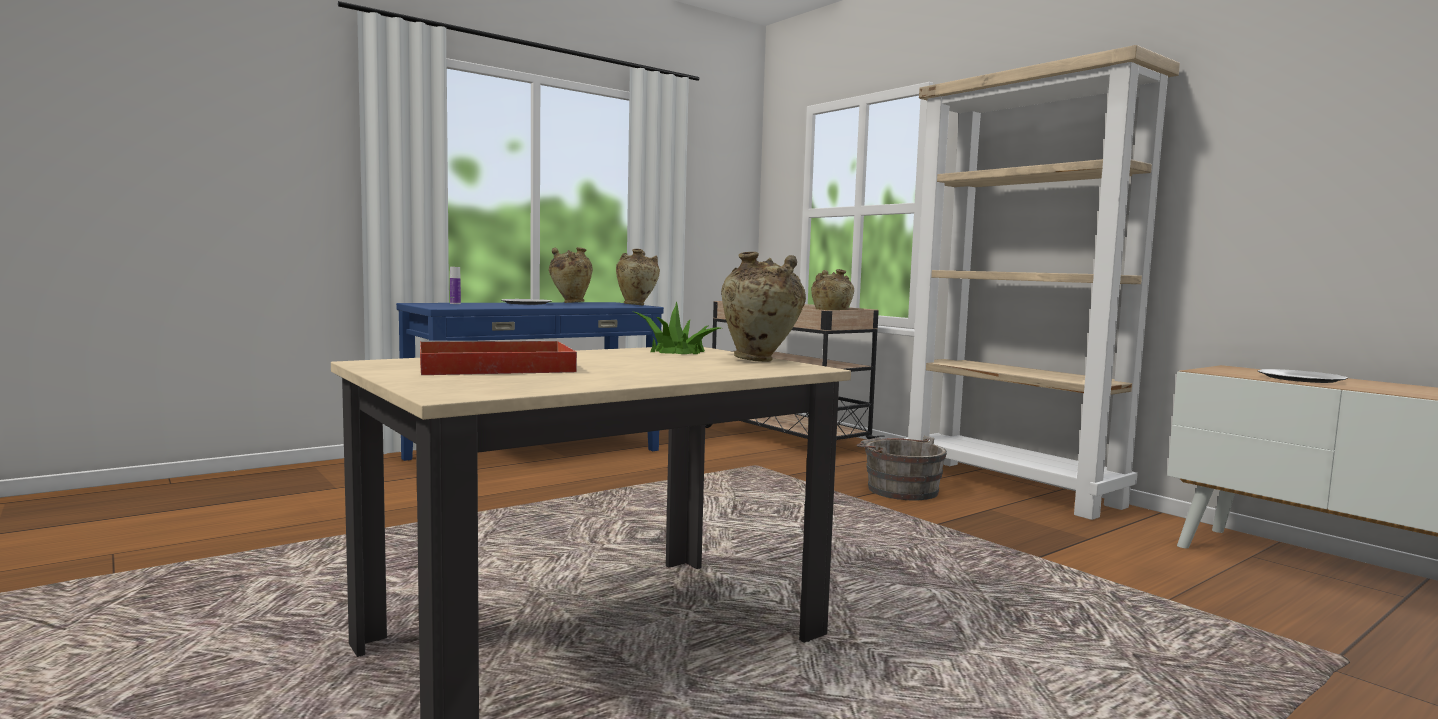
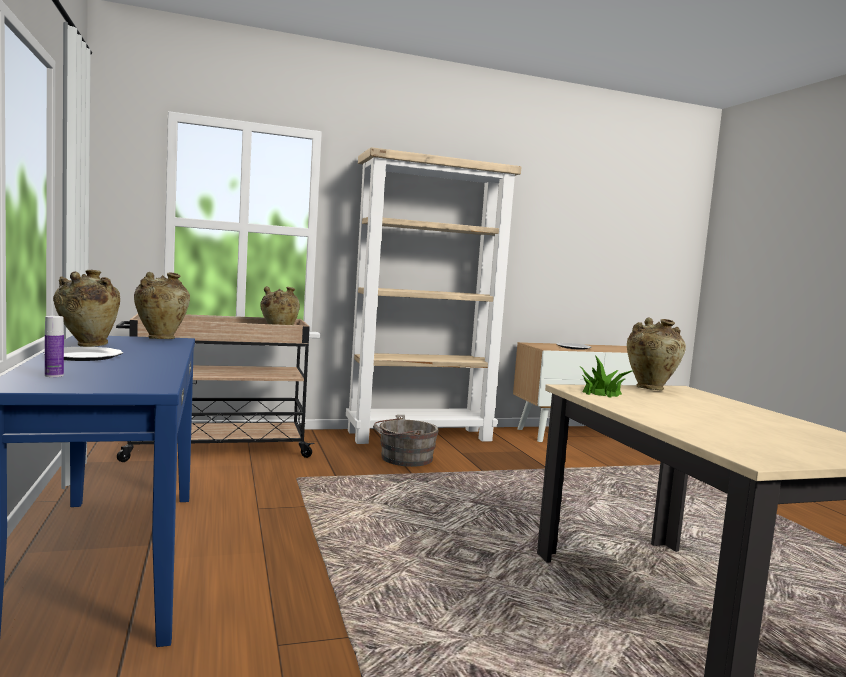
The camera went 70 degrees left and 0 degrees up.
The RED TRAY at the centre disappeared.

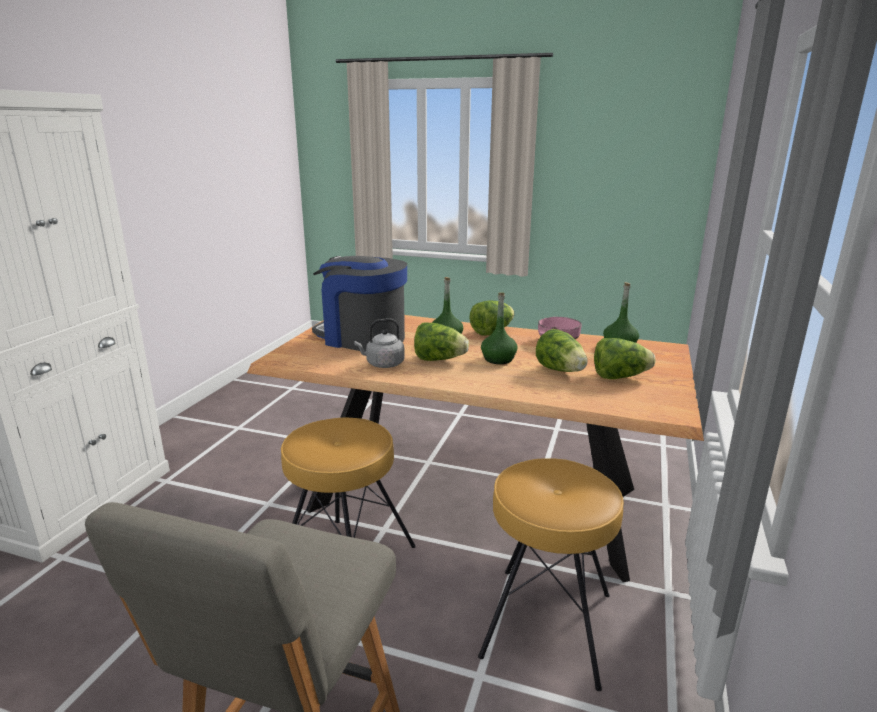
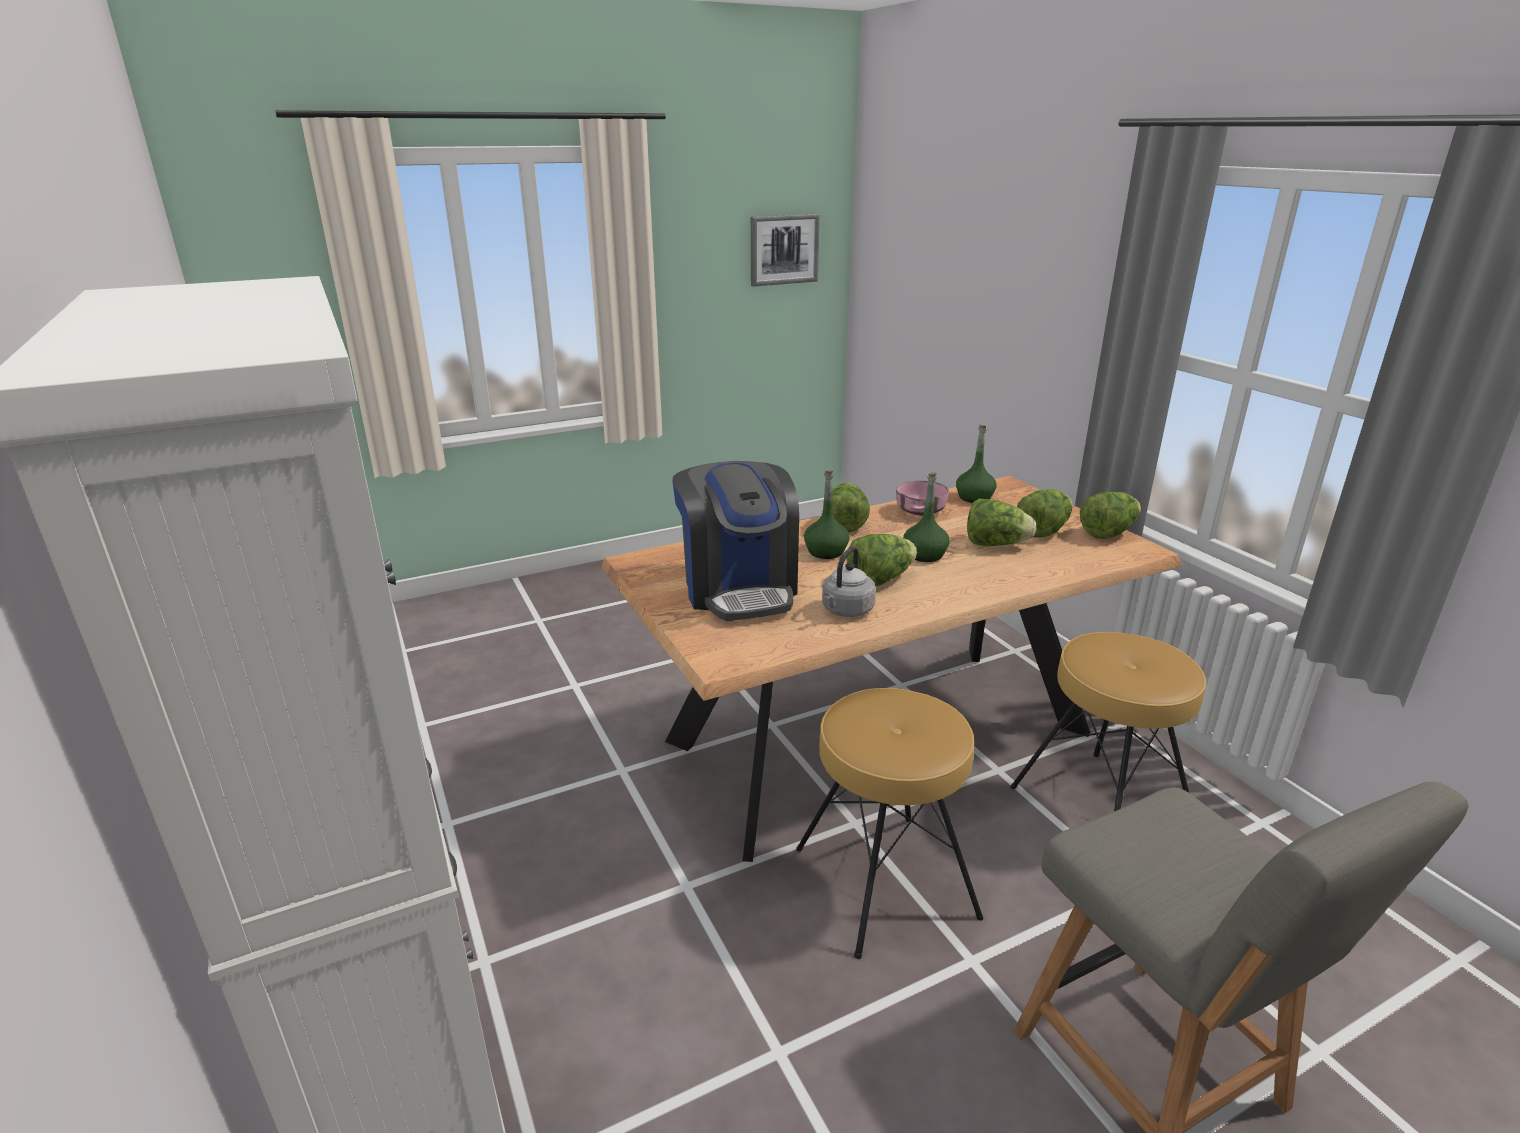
The camera went 45 degrees left and 5 degrees up.
The PICTURE at the top centre appeared.
The LETTUCE (no. 5 from left) at the middle right appeared.
The COFFEE MACHINE at the centre turned 90 degrees counterclockwise.

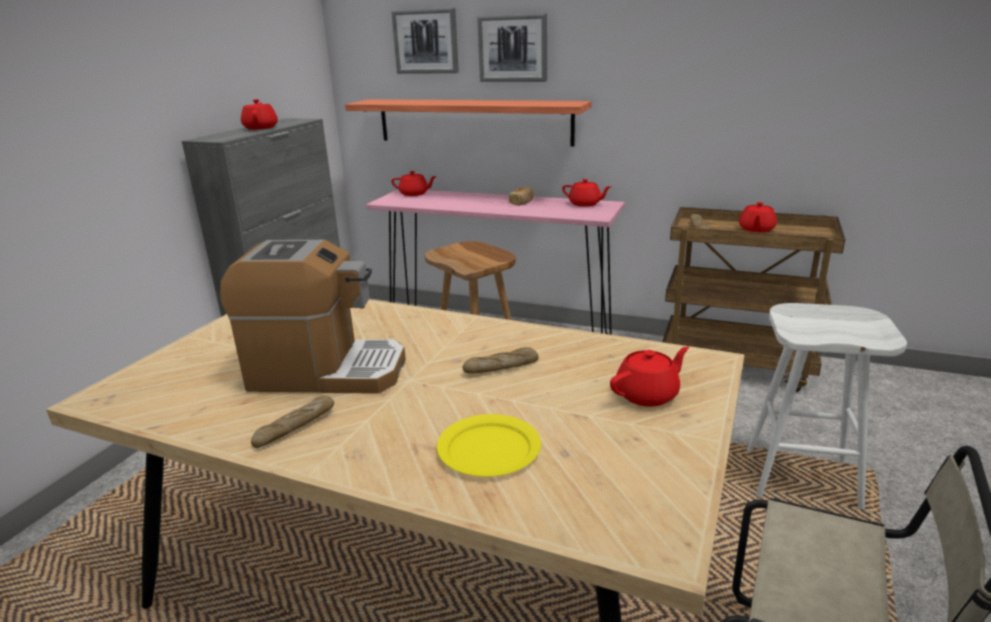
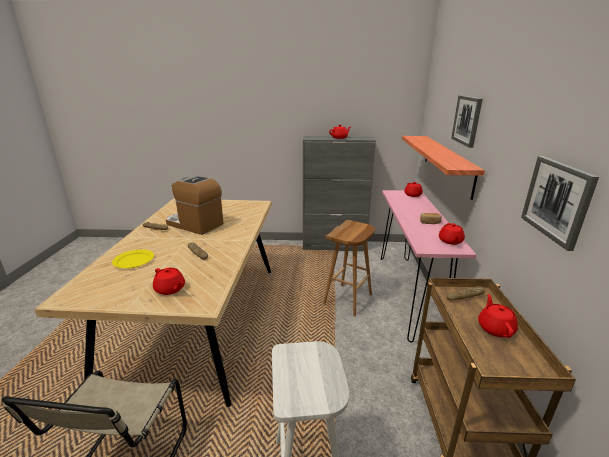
The camera went 70 degrees right and 0 degrees up.
The PICTURE (no. 1 from left in the first image) moved from the top centre to the middle right.
The COFFEE MACHINE at the middle left turned 135 degrees clockwise.
The RED TEAPOT (no. 5 from left) at the middle right turned 90 degrees clockwise.

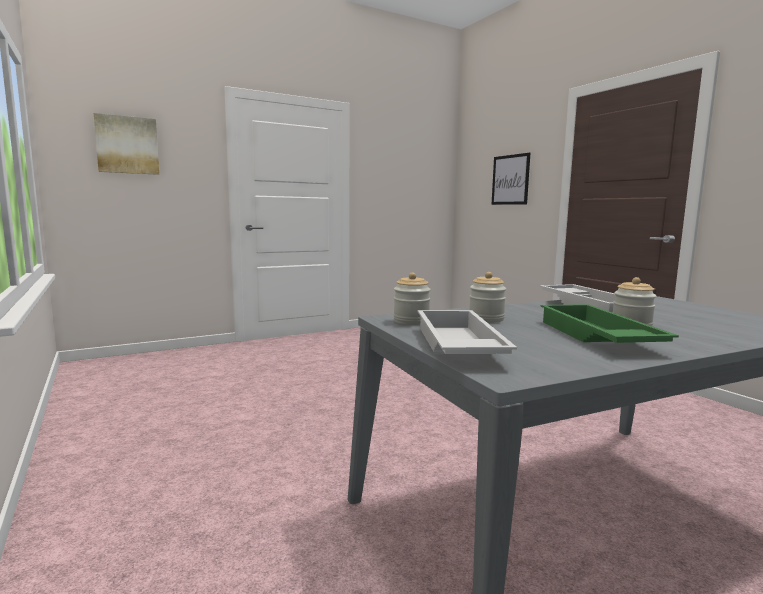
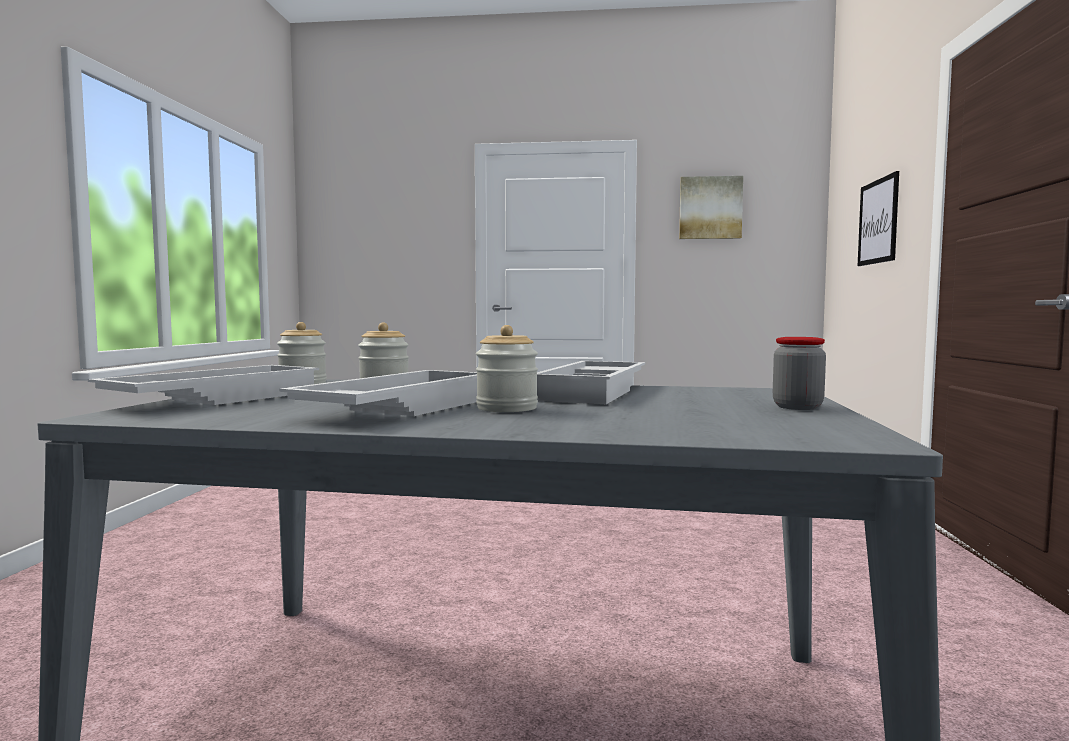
The camera went 35 degrees right and 5 degrees down.
The JAR (no. 4 from left) at the middle right appeared.
The PICTURE (no. 1 from left) moved from the top left to the top centre.
The GREEN TRAY at the middle right became the WHITE TRAY (no. 2 from left) at the centre.

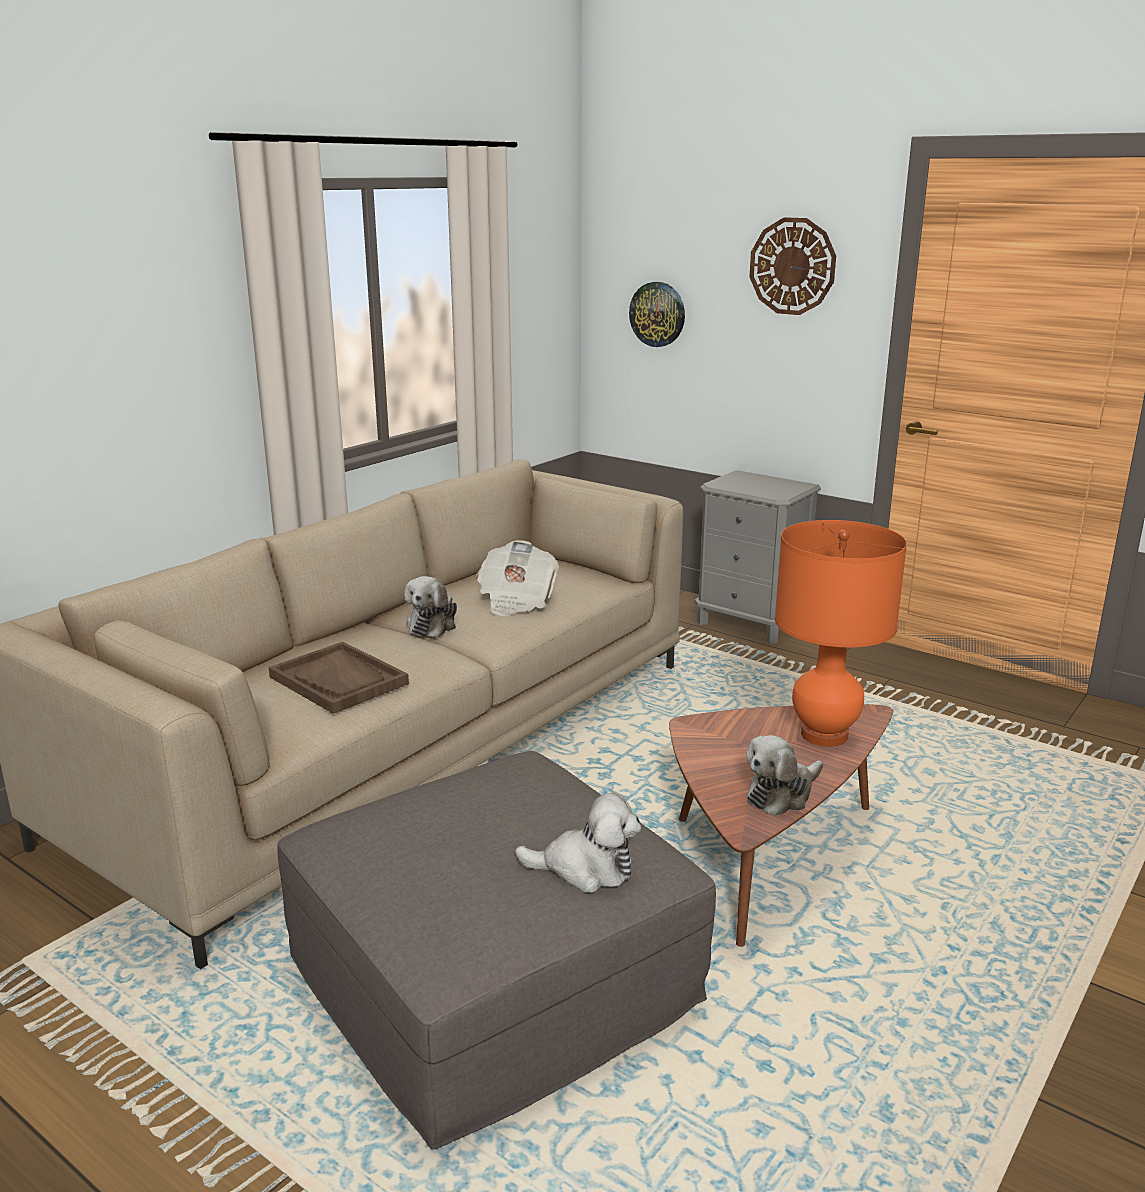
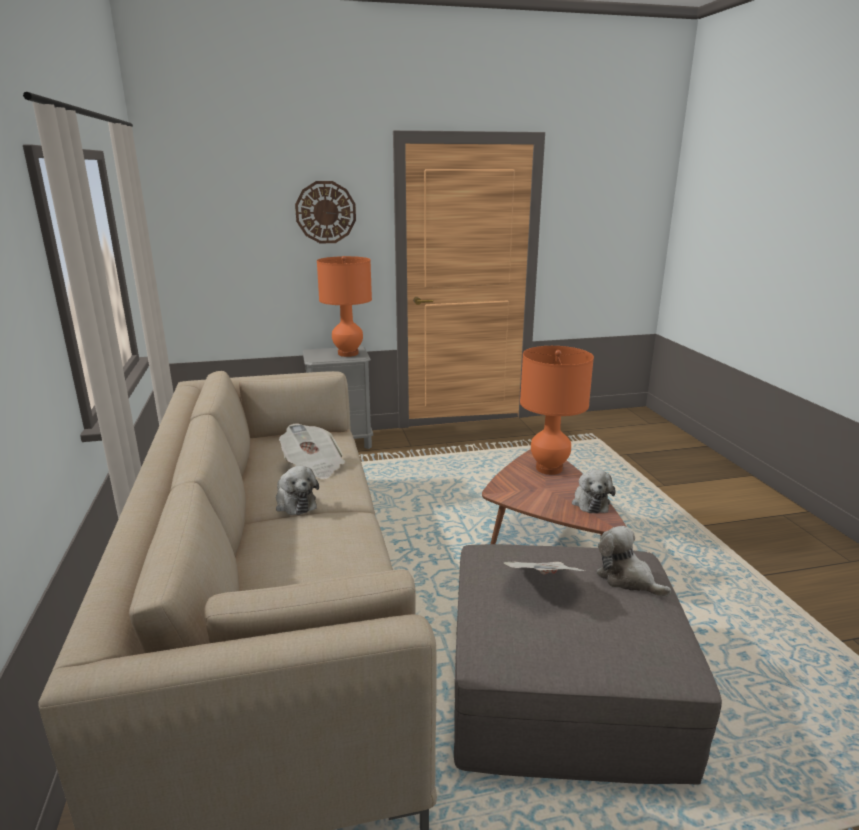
The camera went 50 degrees left and 0 degrees up.
The BROWN TRAY at the middle left disappeared.
The WALL CLOCK (no. 1 from left) at the top centre disappeared.
The ORANGE TABLE LAMP (no. 1 from left) at the centre appeared.
The NEWSPAPER (no. 2 from left) at the bottom centre appeared.
The PLUSH TOY (no. 2 from left in the first image) at the bottom centre turned 90 degrees counterclockwise.

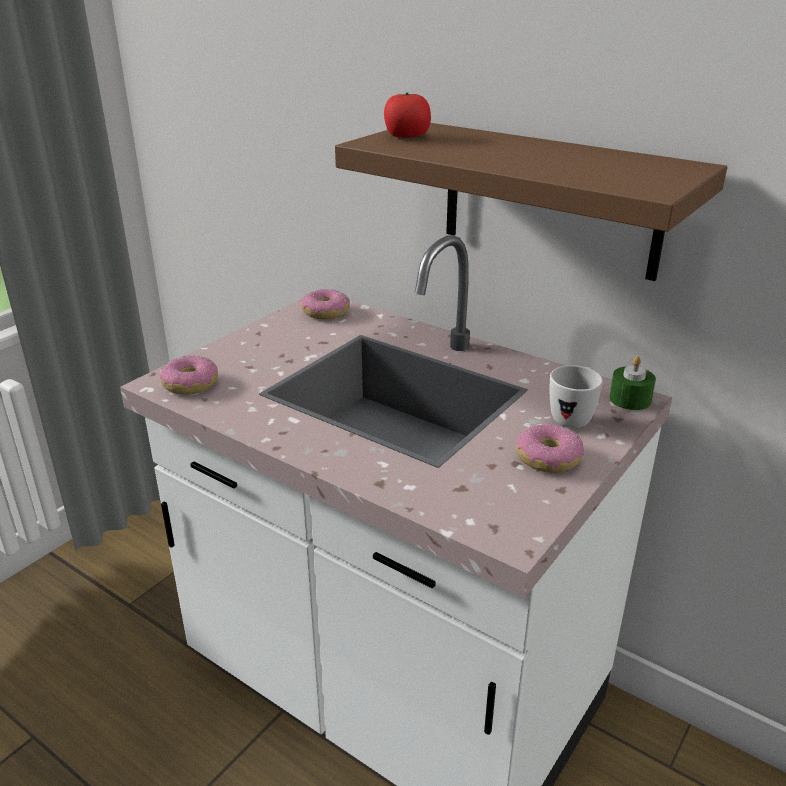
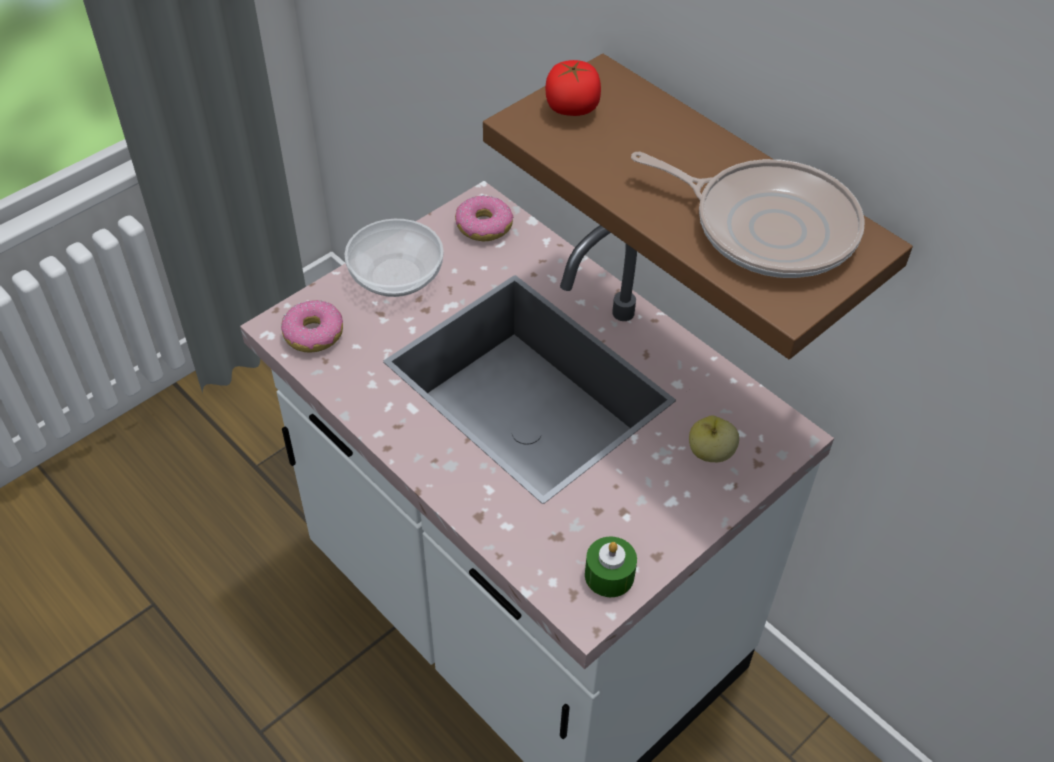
The camera went 10 degrees right and 20 degrees up.
The DONUT (no. 3 from left) at the middle right disappeared.
The BOWL at the centre appeared.
The FRYING PAN at the top right appeared.
The GREEN CANDLE moved from the middle right to the bottom centre.
The WHITE MUG at the middle right was replaced by the APPLE at the middle right.

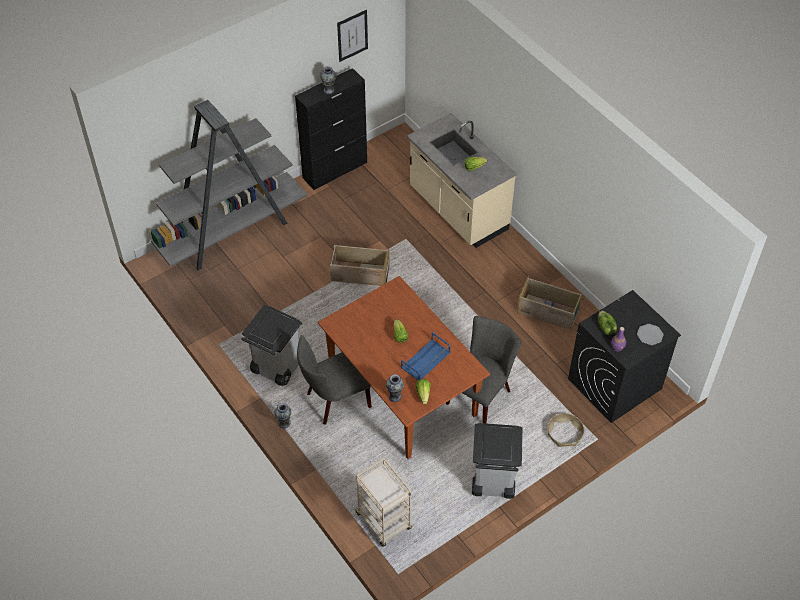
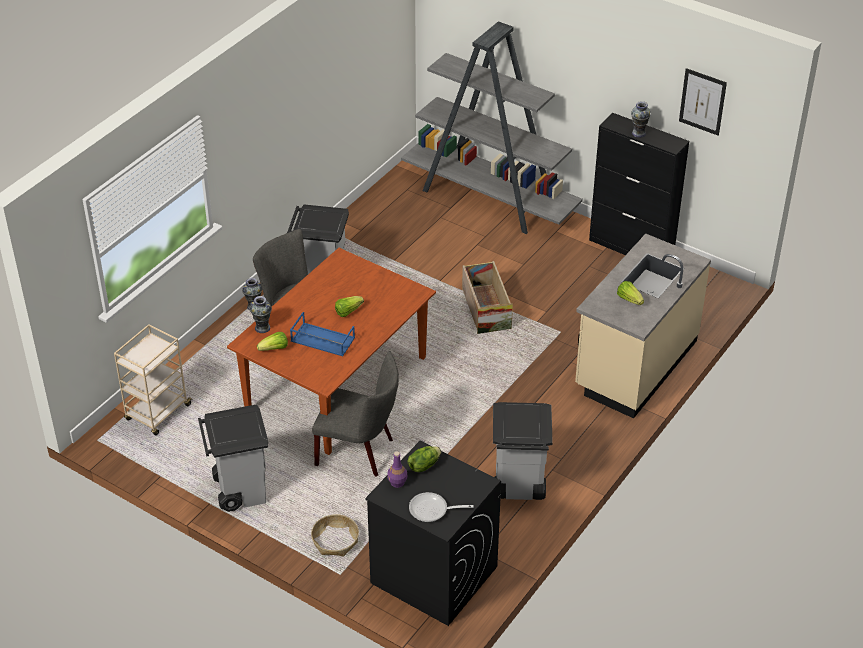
The camera went 70 degrees right and 10 degrees down.
The CRATE (no. 2 from left) at the middle right was replaced by the GREY TRASH CAN (no. 3 from left) at the bottom centre.
The PLATE at the middle right was replaced by the FRYING PAN at the bottom centre.

